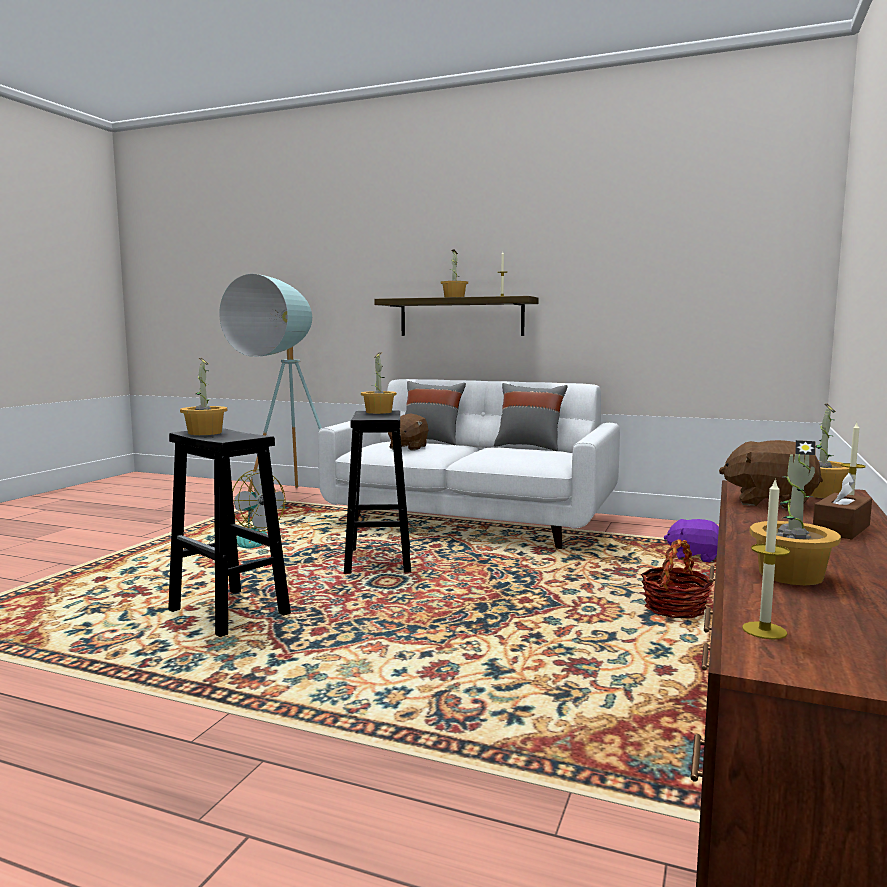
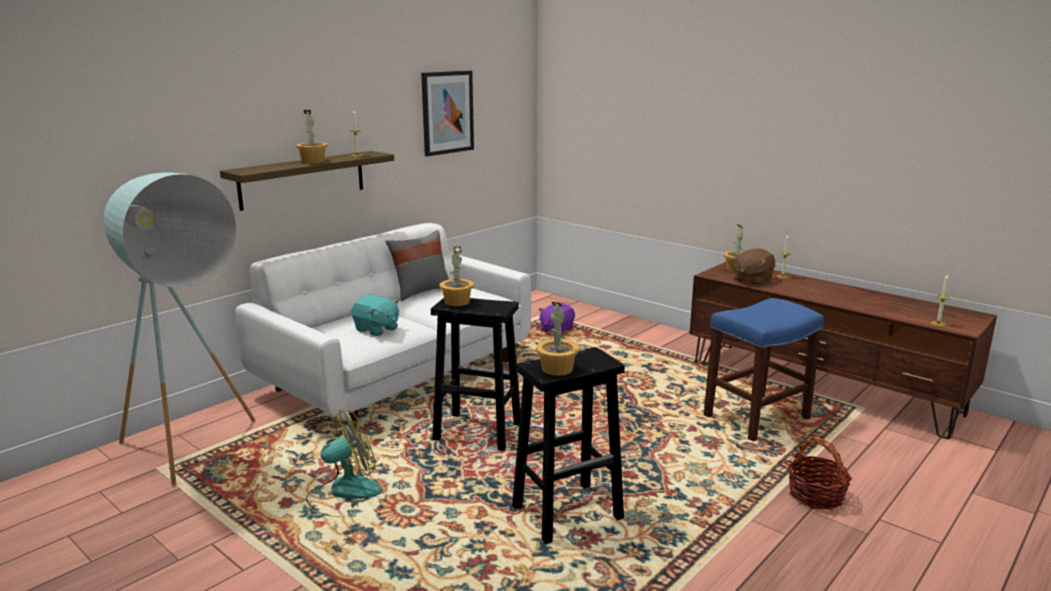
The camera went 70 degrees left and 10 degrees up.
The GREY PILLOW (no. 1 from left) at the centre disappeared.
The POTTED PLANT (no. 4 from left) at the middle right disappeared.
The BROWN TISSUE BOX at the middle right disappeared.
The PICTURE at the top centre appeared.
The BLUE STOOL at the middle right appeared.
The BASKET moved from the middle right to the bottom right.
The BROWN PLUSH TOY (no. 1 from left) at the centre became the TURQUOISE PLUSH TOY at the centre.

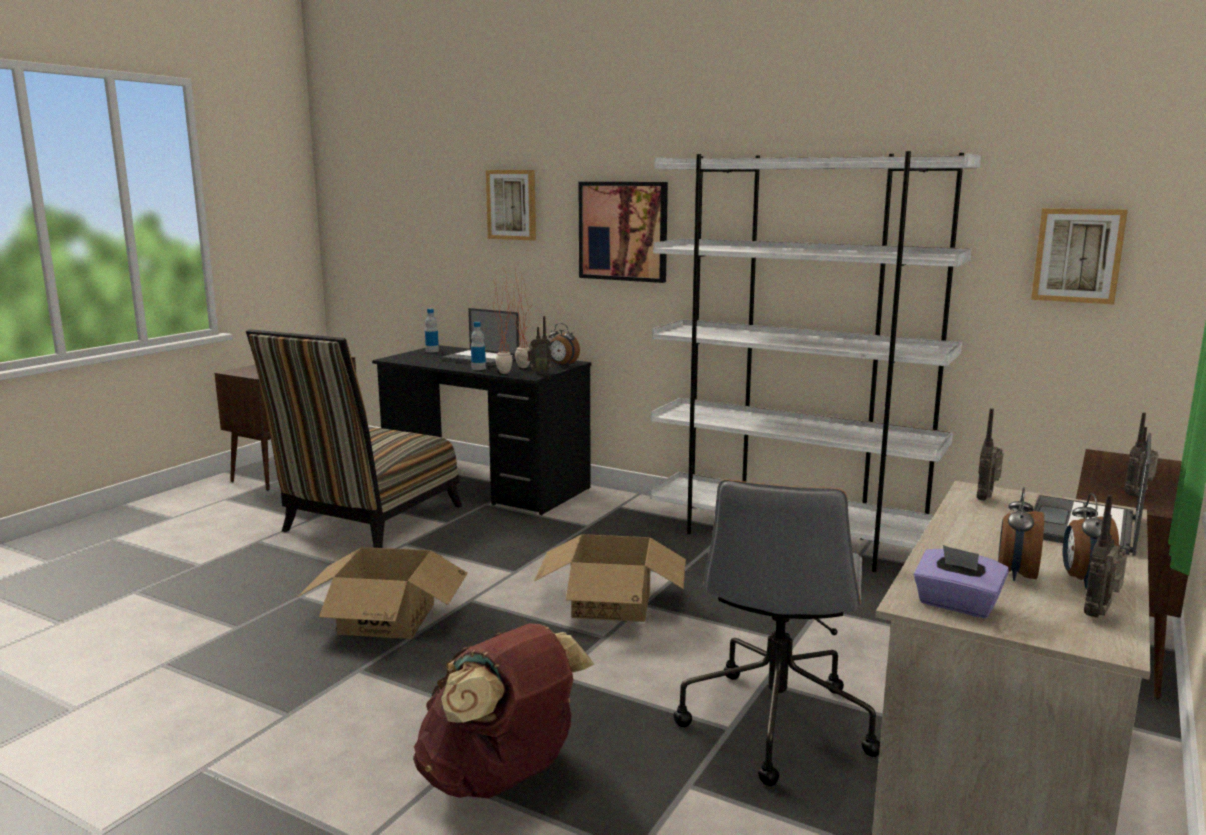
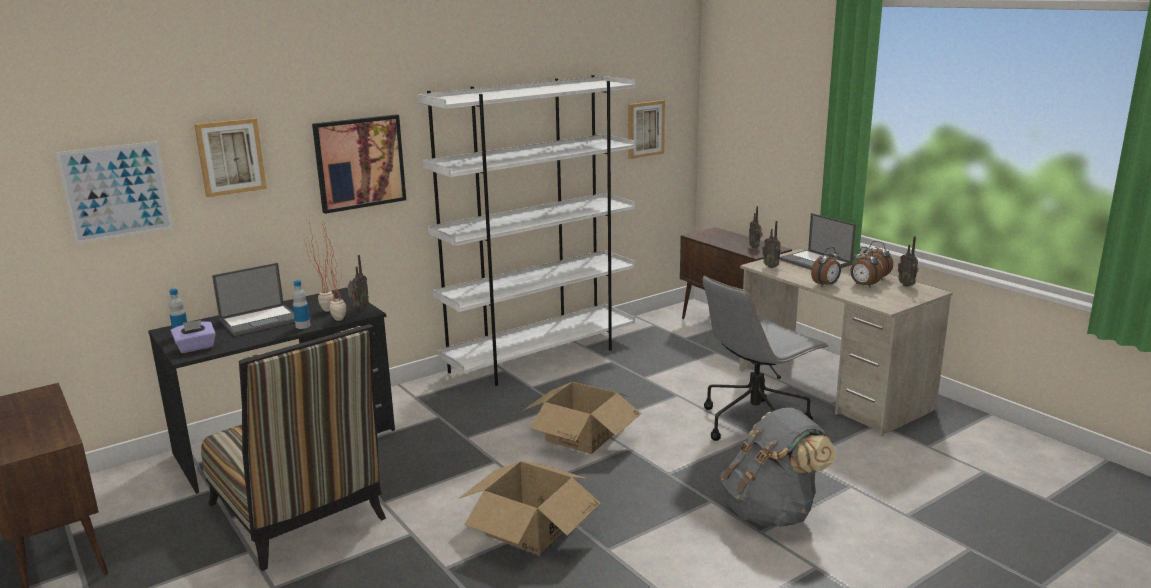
The camera went 65 degrees left and 5 degrees up.
The PICTURE (no. 1 from left) at the top left appeared.
The ALARM CLOCK (no. 1 from left) moved from the centre to the middle right.
The PURPLE TISSUE BOX moved from the bottom right to the middle left.
The BROWN BACKPACK at the bottom centre became the GREY BACKPACK at the bottom right.
The GREY OFFICE CHAIR at the bottom centre turned 105 degrees clockwise.

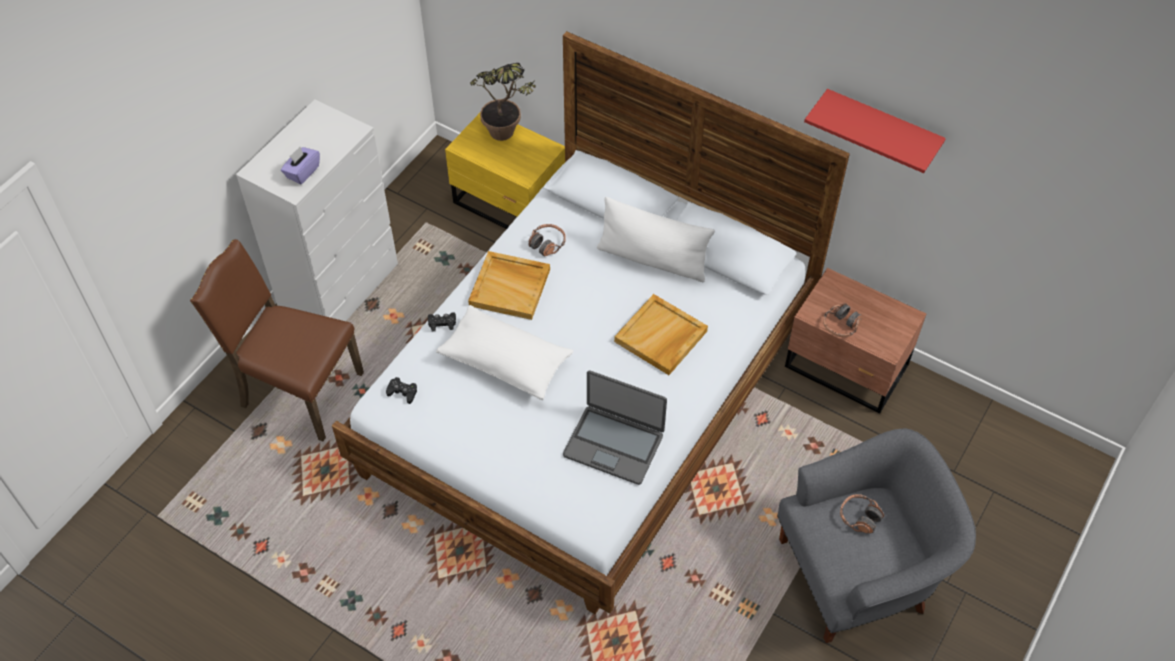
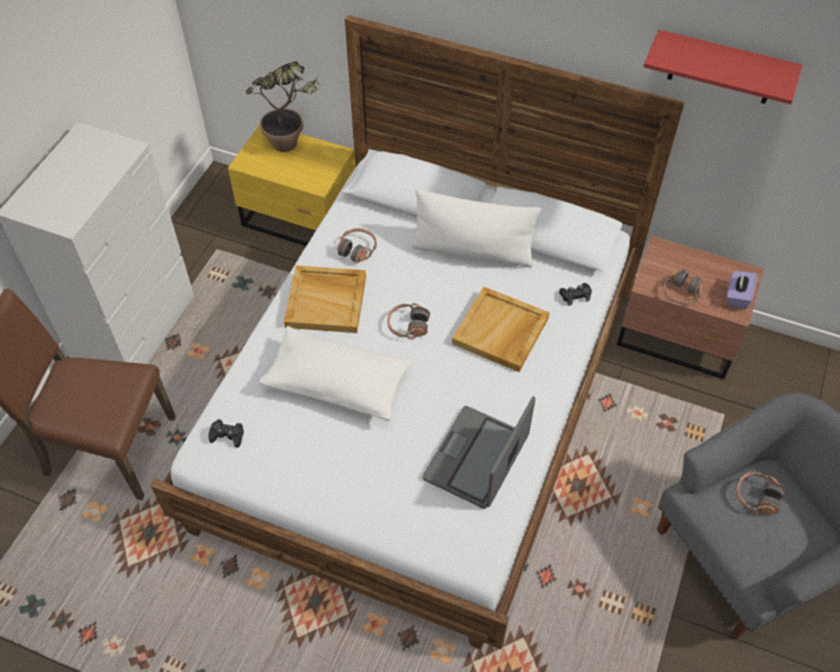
The camera went 10 degrees left and 0 degrees up.
The HEADPHONES (no. 2 from left) at the centre appeared.
The PURPLE TISSUE BOX moved from the top left to the middle right.
The BLACK GAME CONTROLLER (no. 2 from left) moved from the centre to the middle right.
The LAPTOP at the centre turned 105 degrees clockwise.

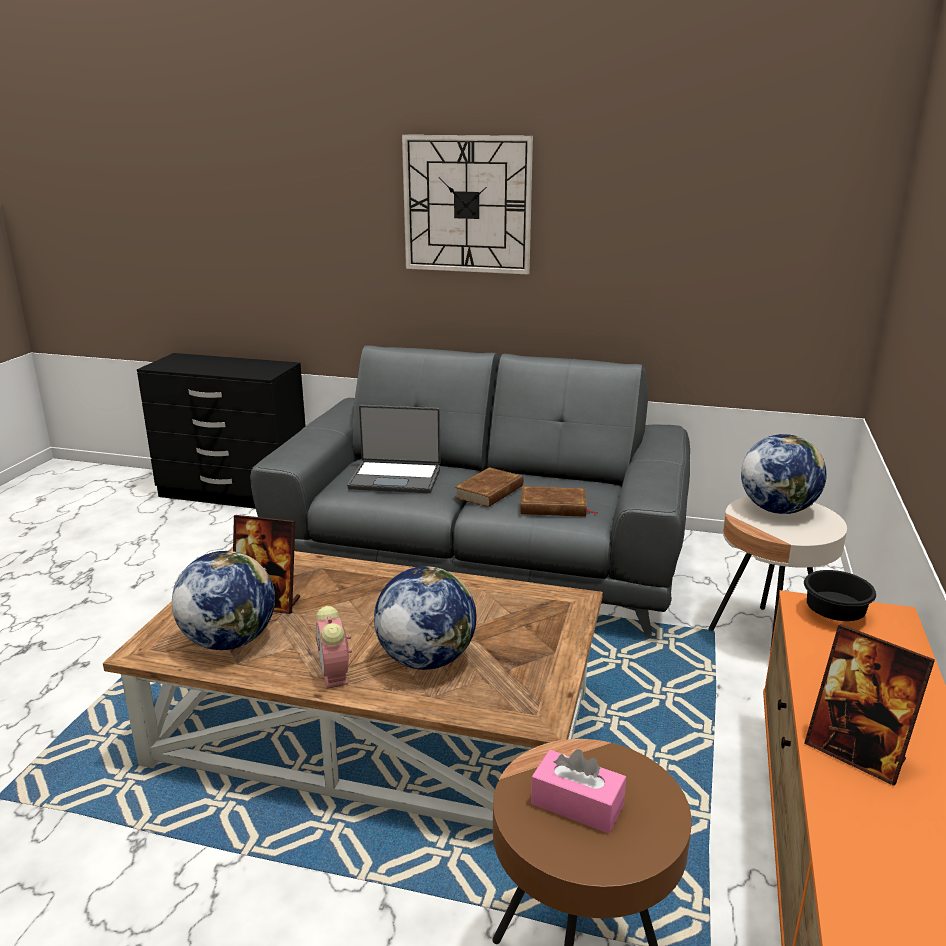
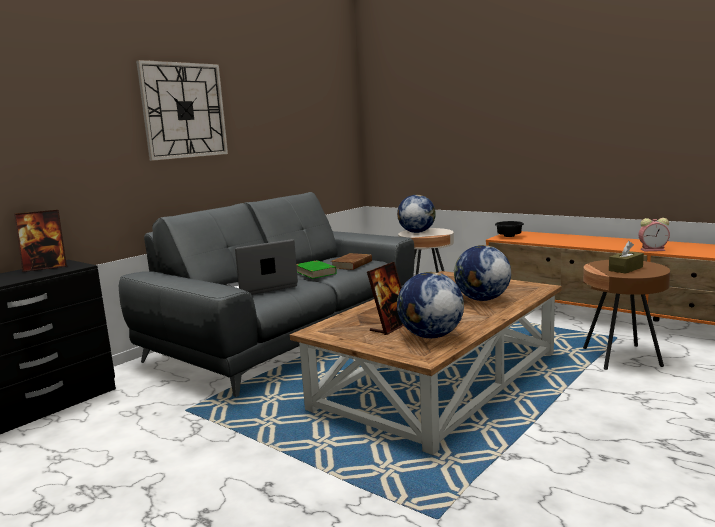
The camera went 65 degrees left and 10 degrees down.
The ALARM CLOCK moved from the bottom centre to the middle right.
The PICTURE FRAME (no. 2 from left in the first image) moved from the bottom right to the middle left.
The BROWN BOOK (no. 1 from left) at the centre became the GREEN BOOK at the centre.
The PINK TISSUE BOX at the bottom centre became the BROWN TISSUE BOX at the middle right.
The LAPTOP at the centre turned 150 degrees counterclockwise.

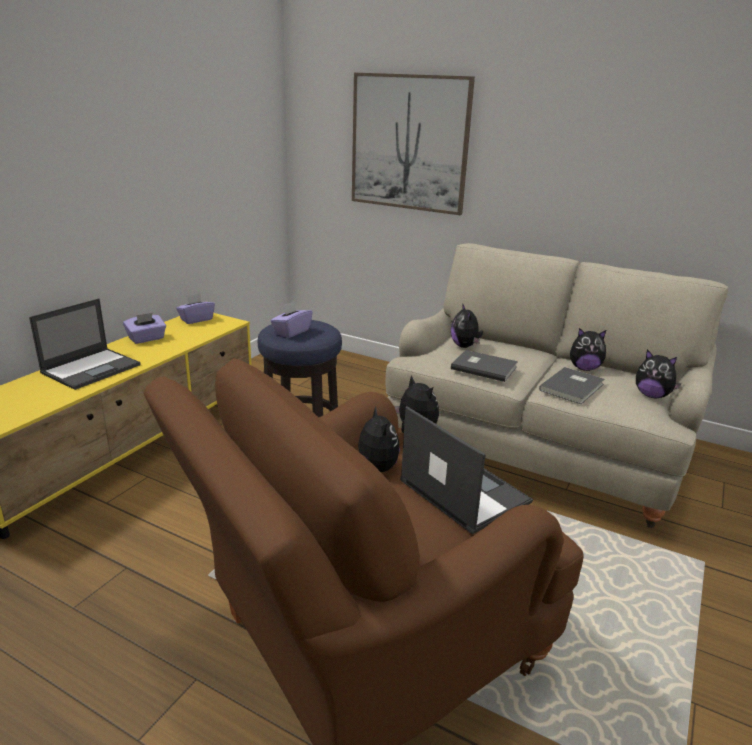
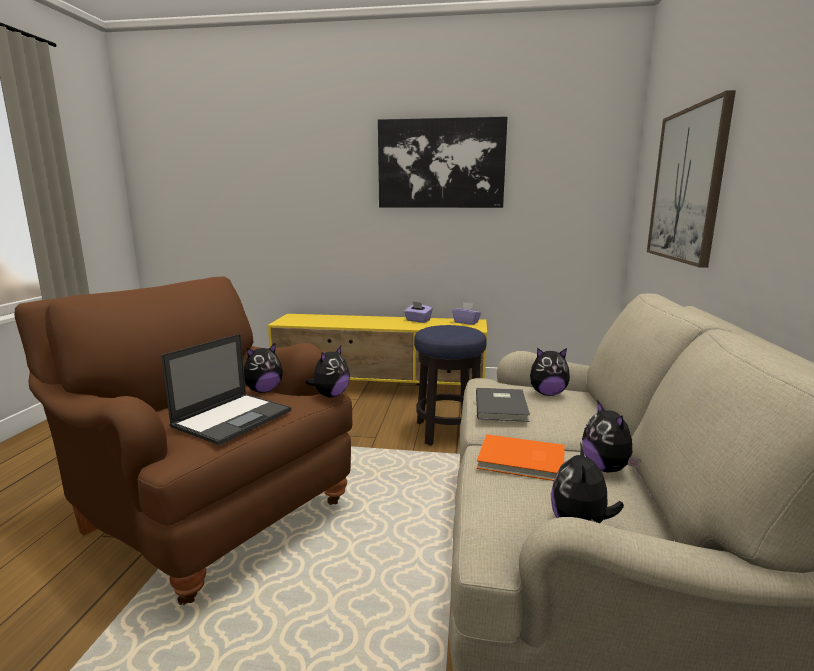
The camera went 70 degrees right and 10 degrees down.
The LAPTOP (no. 1 from left) at the middle left disappeared.
The PURPLE TISSUE BOX (no. 3 from left) at the centre disappeared.
The PICTURE (no. 1 from left) at the top centre appeared.
The GREY BOOK (no. 2 from left) at the middle right became the ORANGE BOOK at the bottom centre.
The PLUSH TOY (no. 3 from left) at the centre turned 150 degrees counterclockwise.

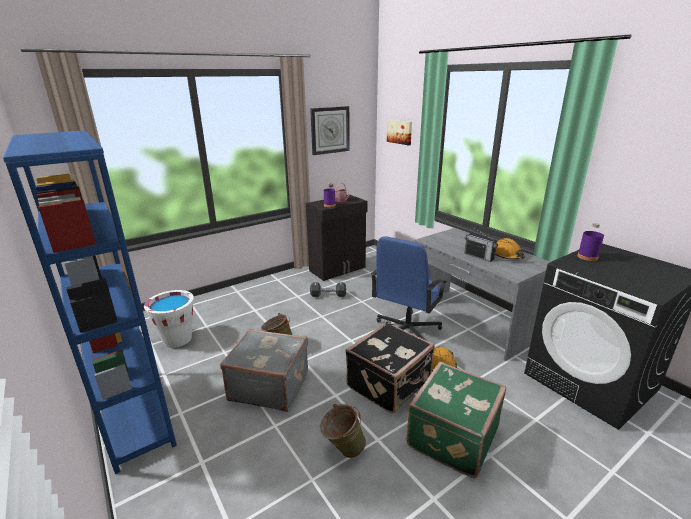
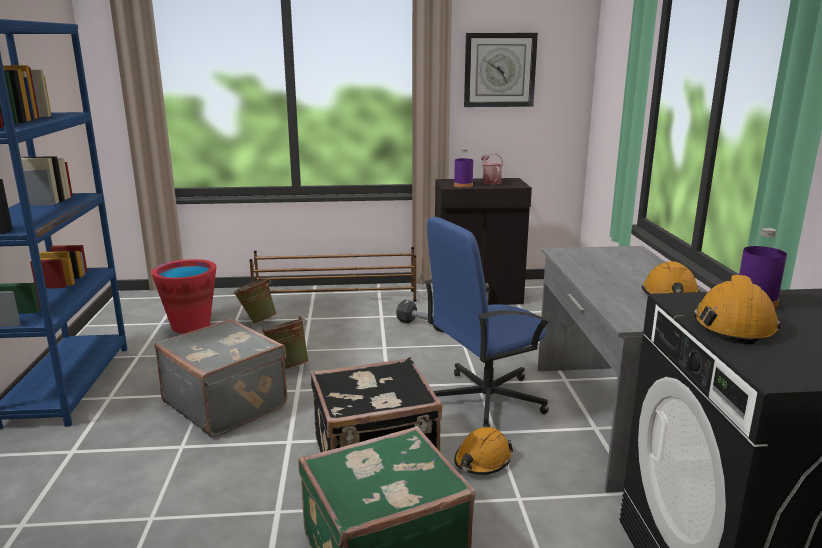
The camera went 30 degrees right and 5 degrees down.
The PICTURE at the top centre disappeared.
The RADIO at the middle right disappeared.
The BROWN SHOE RACK at the centre appeared.
The ORANGE HARD HAT (no. 3 from left) at the middle right appeared.
The GREEN BUCKET (no. 2 from left in the first image) moved from the bottom centre to the middle left.
The WHITE BUCKET at the middle left became the RED BUCKET at the middle left.

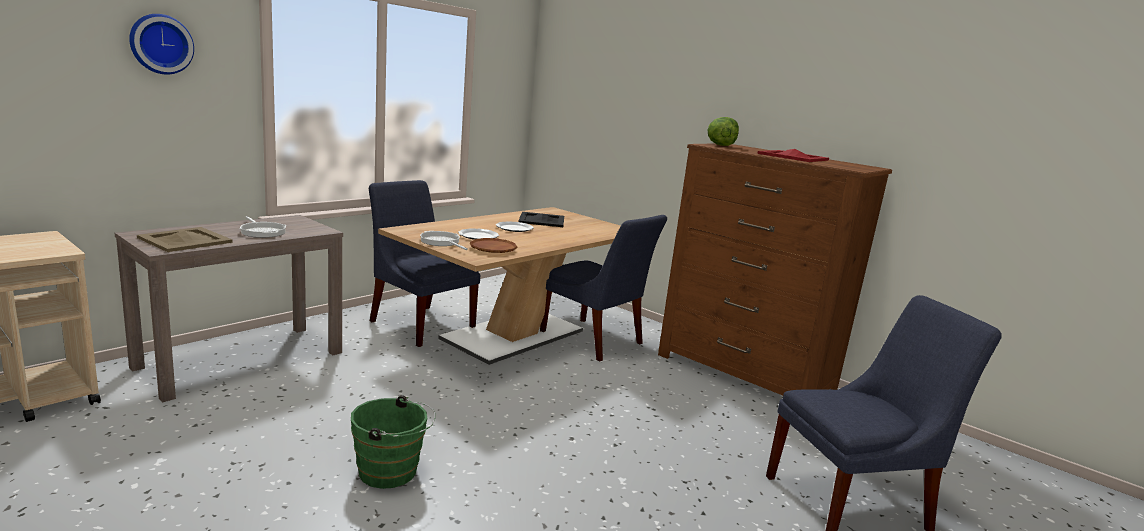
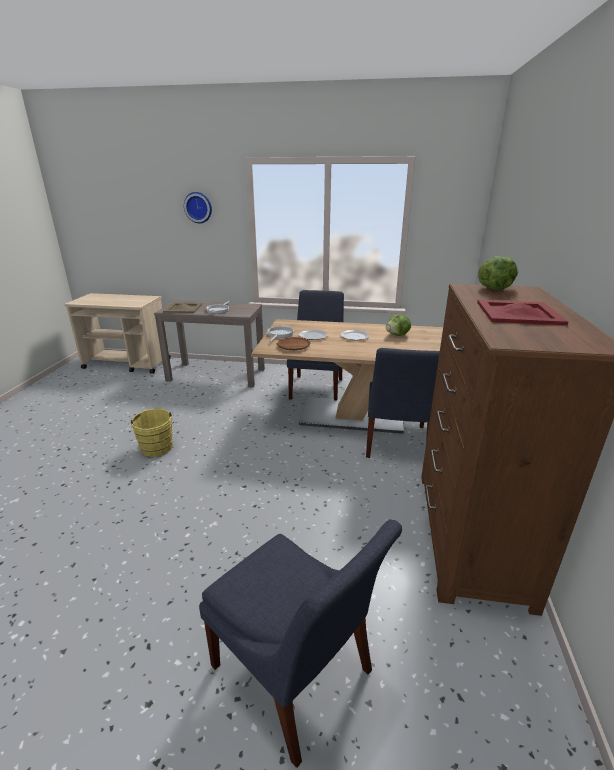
The camera went 60 degrees right and 10 degrees up.
The BLACK TRAY at the centre was replaced by the LETTUCE (no. 1 from left) at the centre.
The GREEN BUCKET at the bottom centre became the YELLOW BUCKET at the middle left.

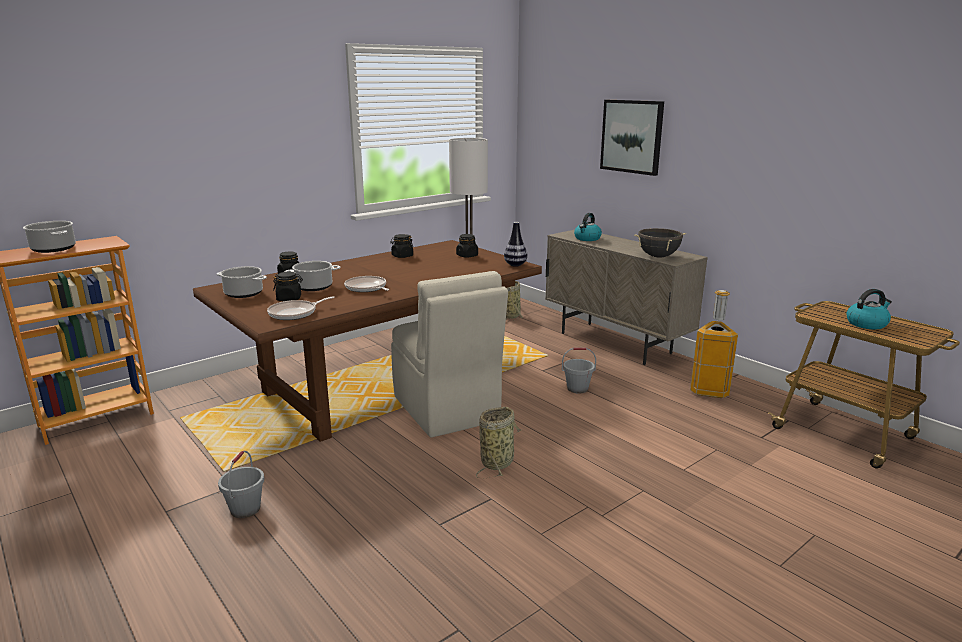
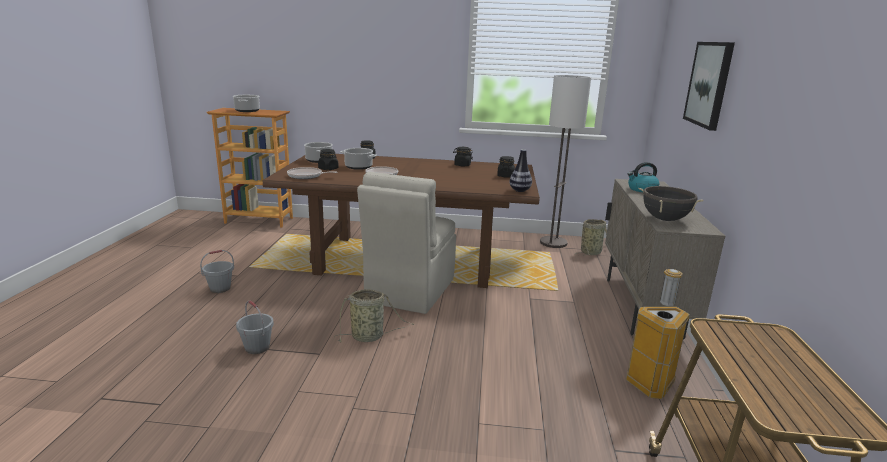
The camera went 45 degrees right and 0 degrees up.
The KETTLE (no. 2 from left) at the middle right disappeared.
The GREY BUCKET (no. 2 from left) moved from the centre to the bottom left.

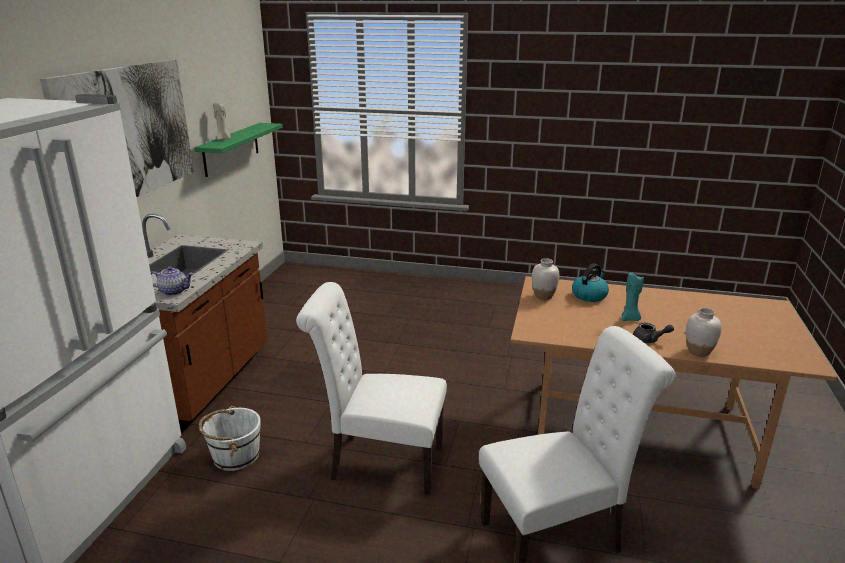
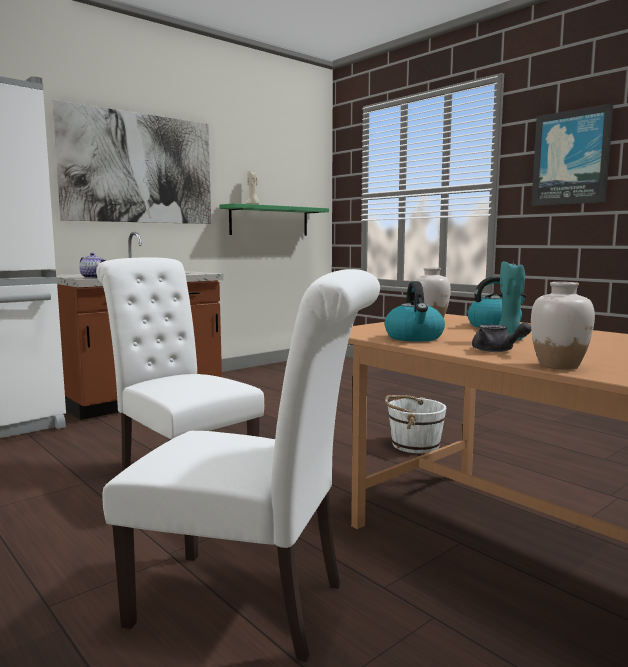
The camera went 35 degrees right and 15 degrees down.
The KETTLE (no. 1 from left) at the centre appeared.
The PICTURE (no. 2 from left) at the top right appeared.
The WHITE BUCKET moved from the bottom left to the centre.

